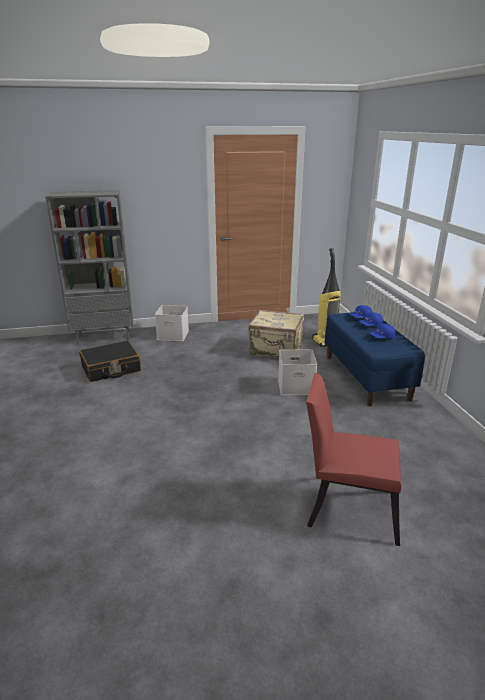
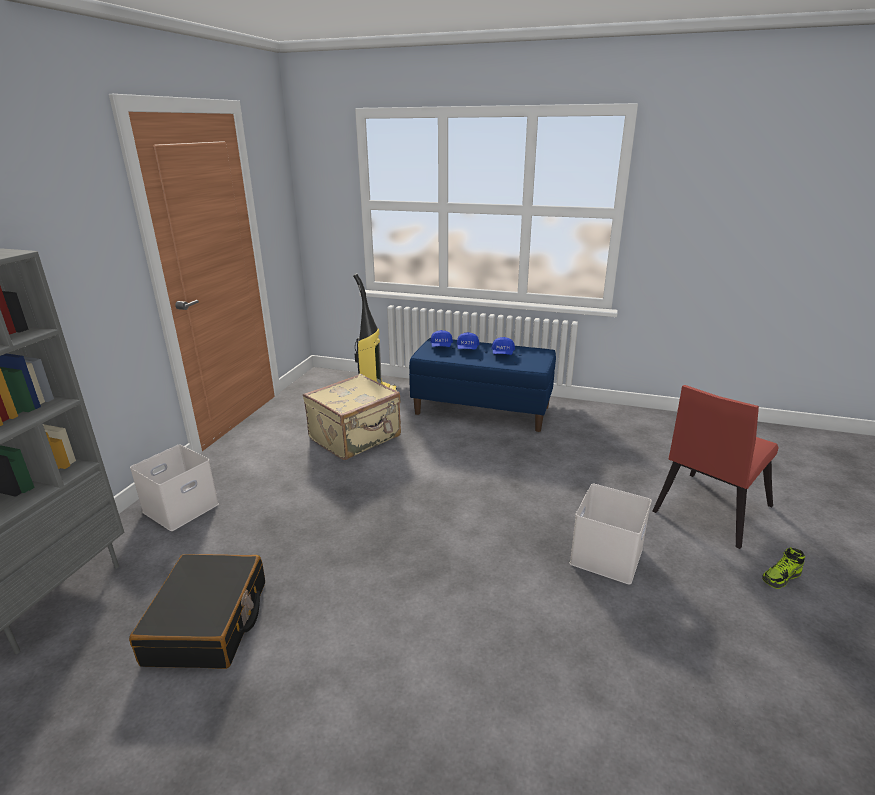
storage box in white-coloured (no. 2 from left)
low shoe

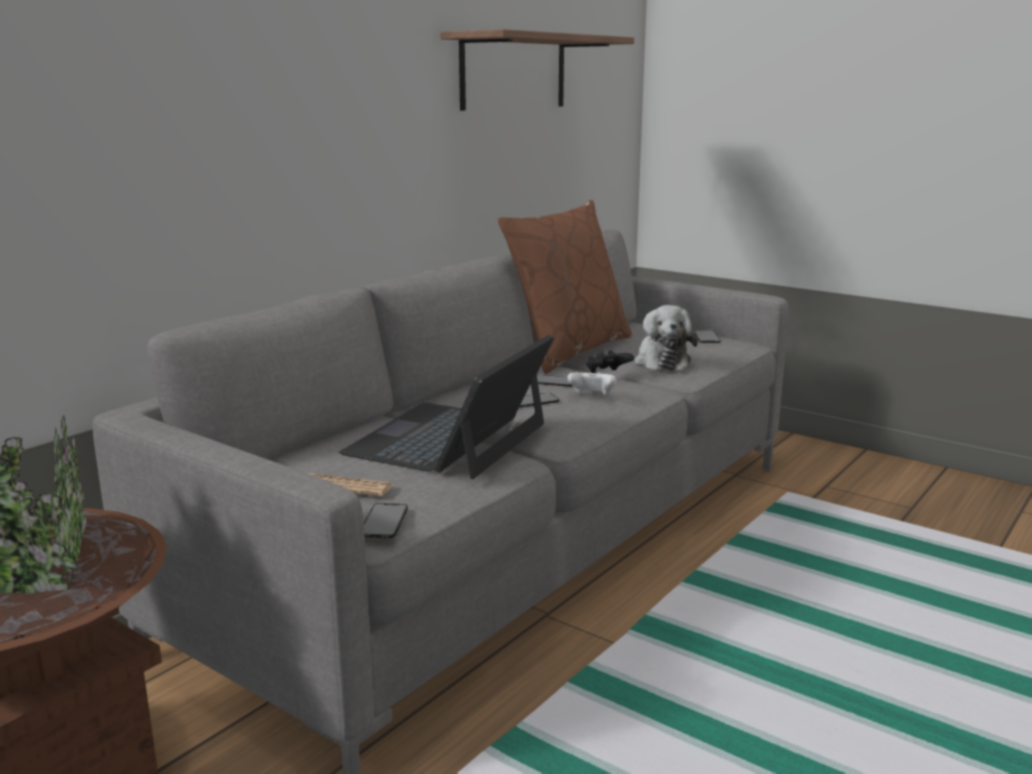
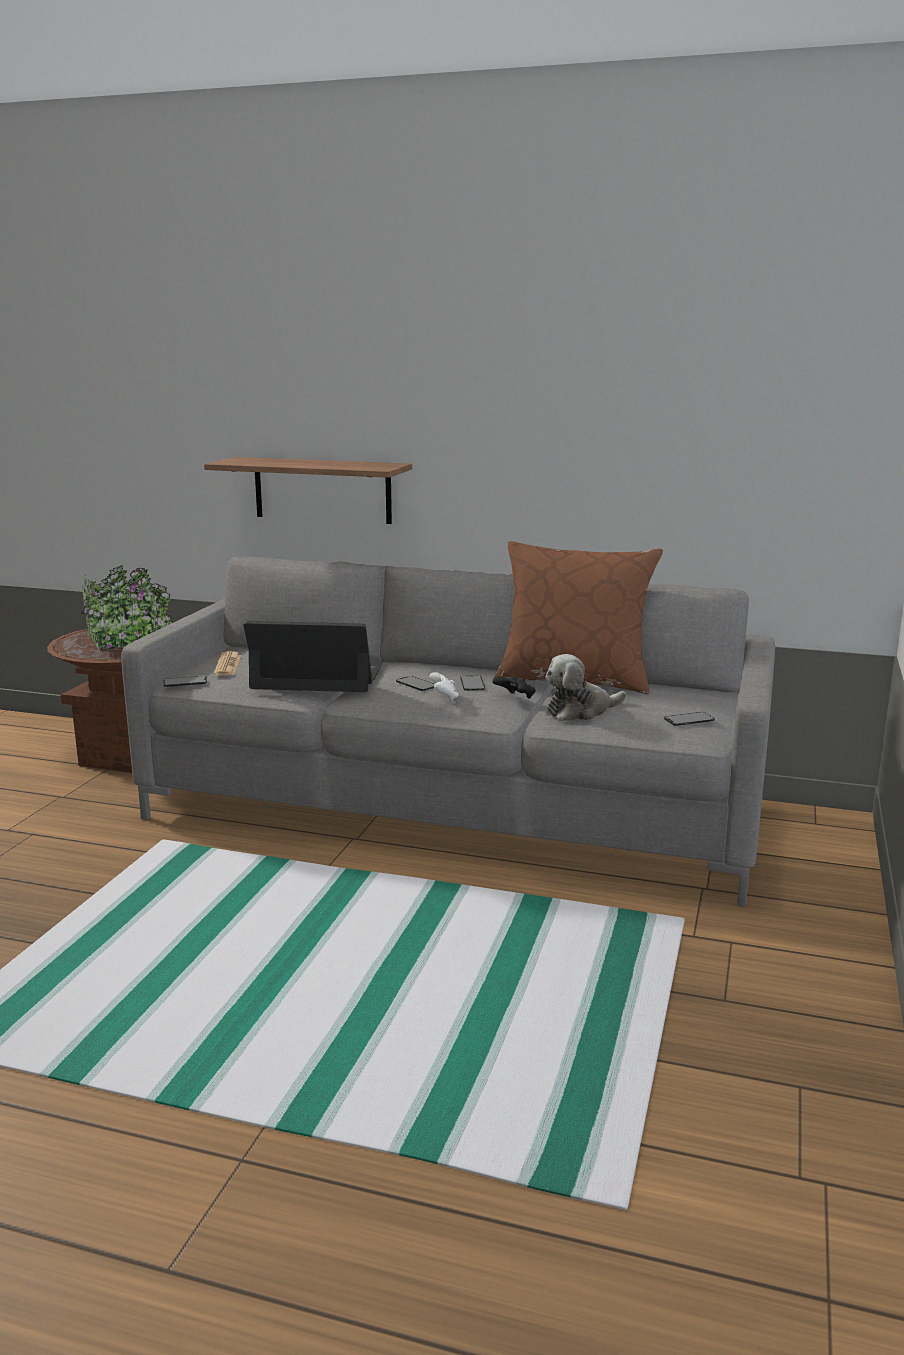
wall shelf

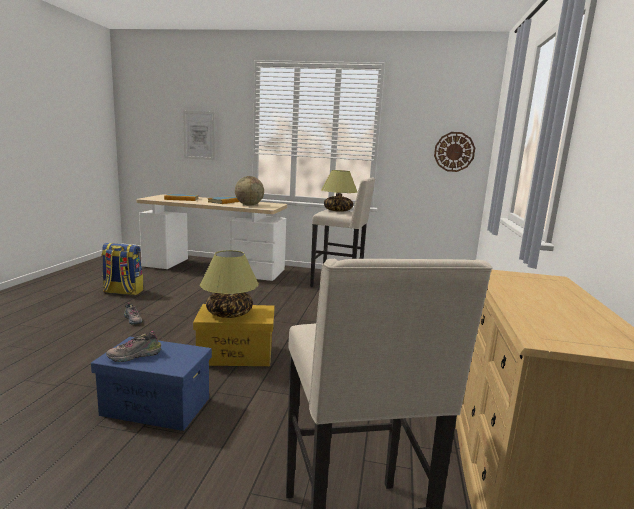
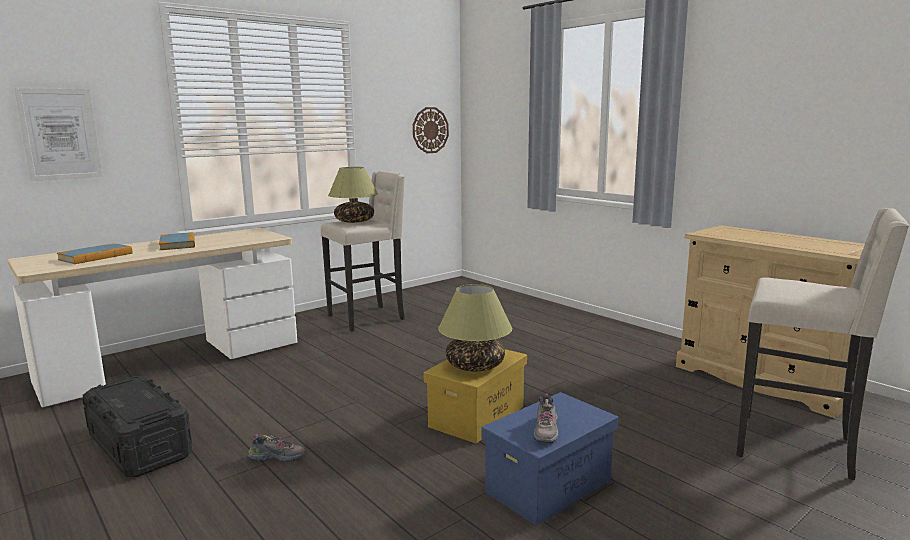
storage box in blackish
desk globe

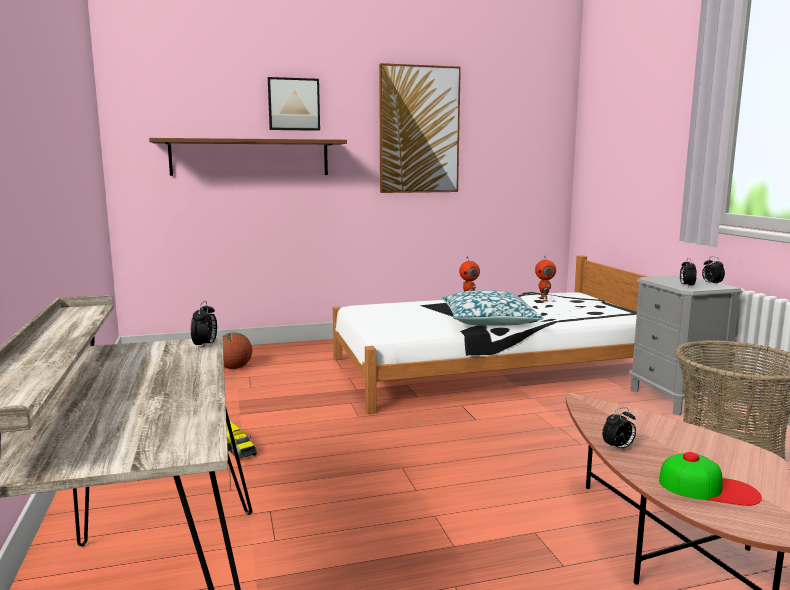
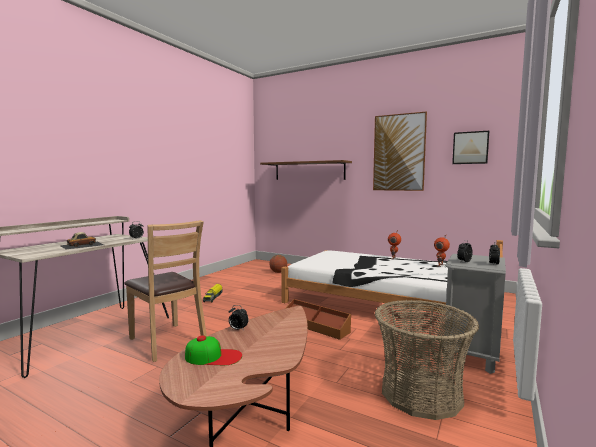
model car
upright chair in brownish
peaked cap
storage box in brownish
wall art (no. 2 from left)
cushion

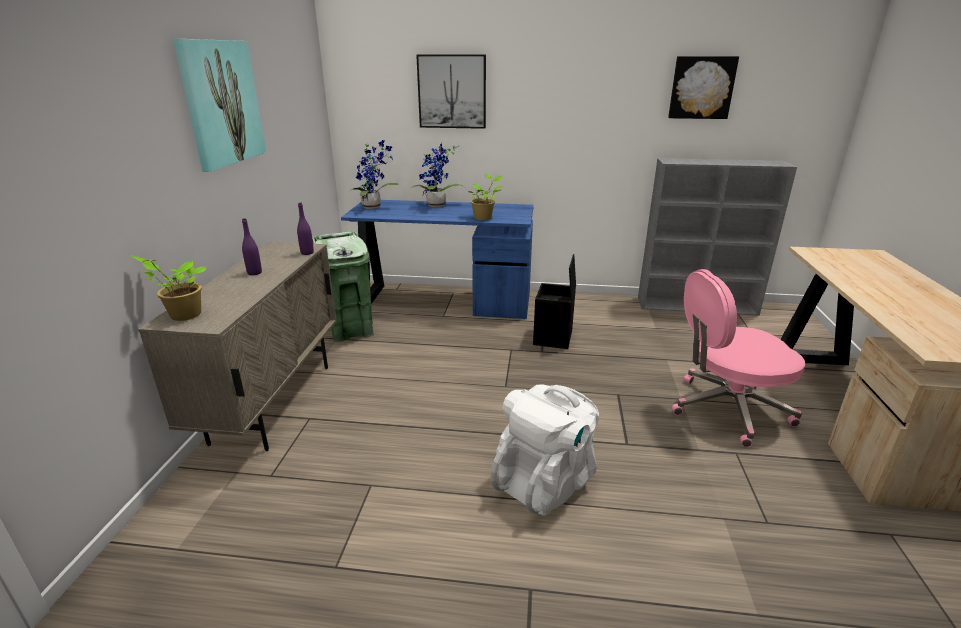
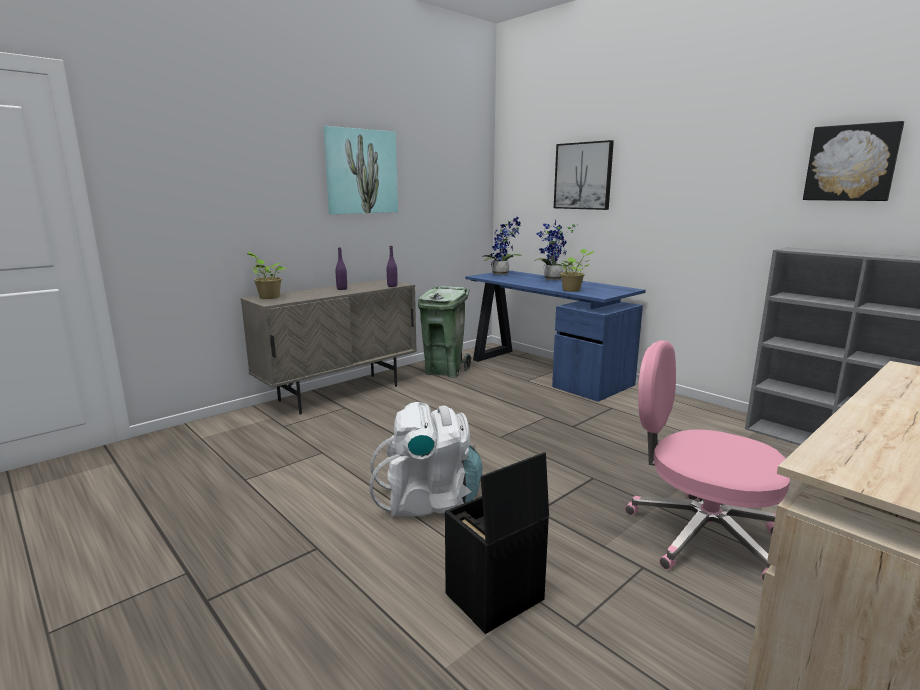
storage box in blackish

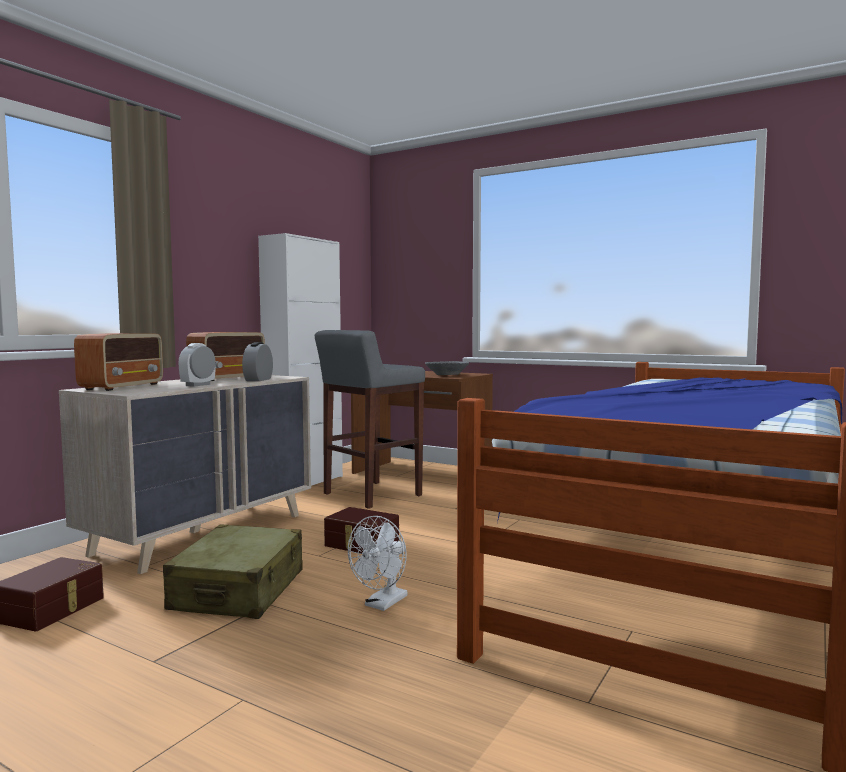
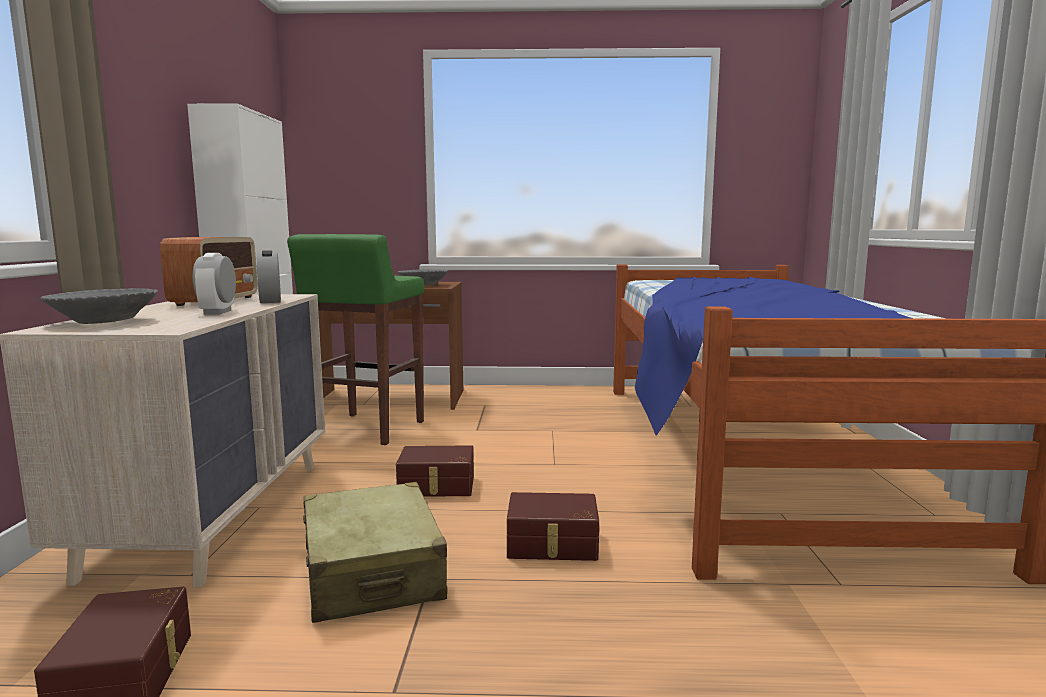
deep dish in gray (no. 1 from left)
stool in greenish
storage box in brownish (no. 3 from left)

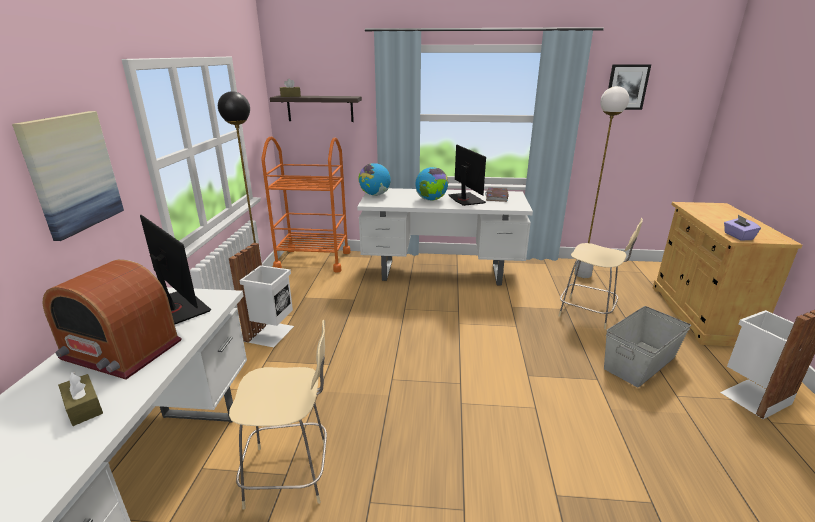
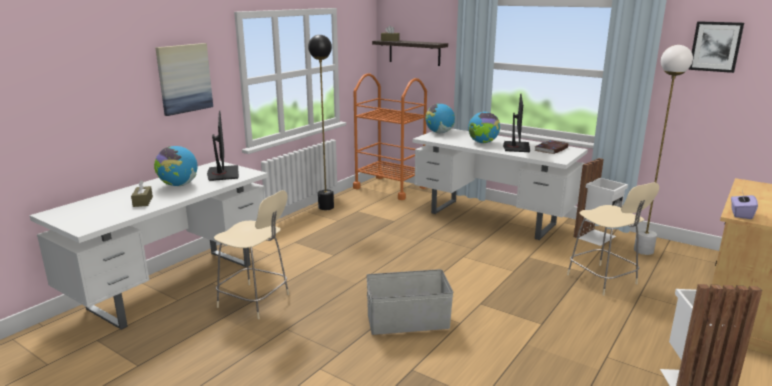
desk globe (no. 1 from left)
storage box in gray
waste bin in white-coloured (no. 1 from left)

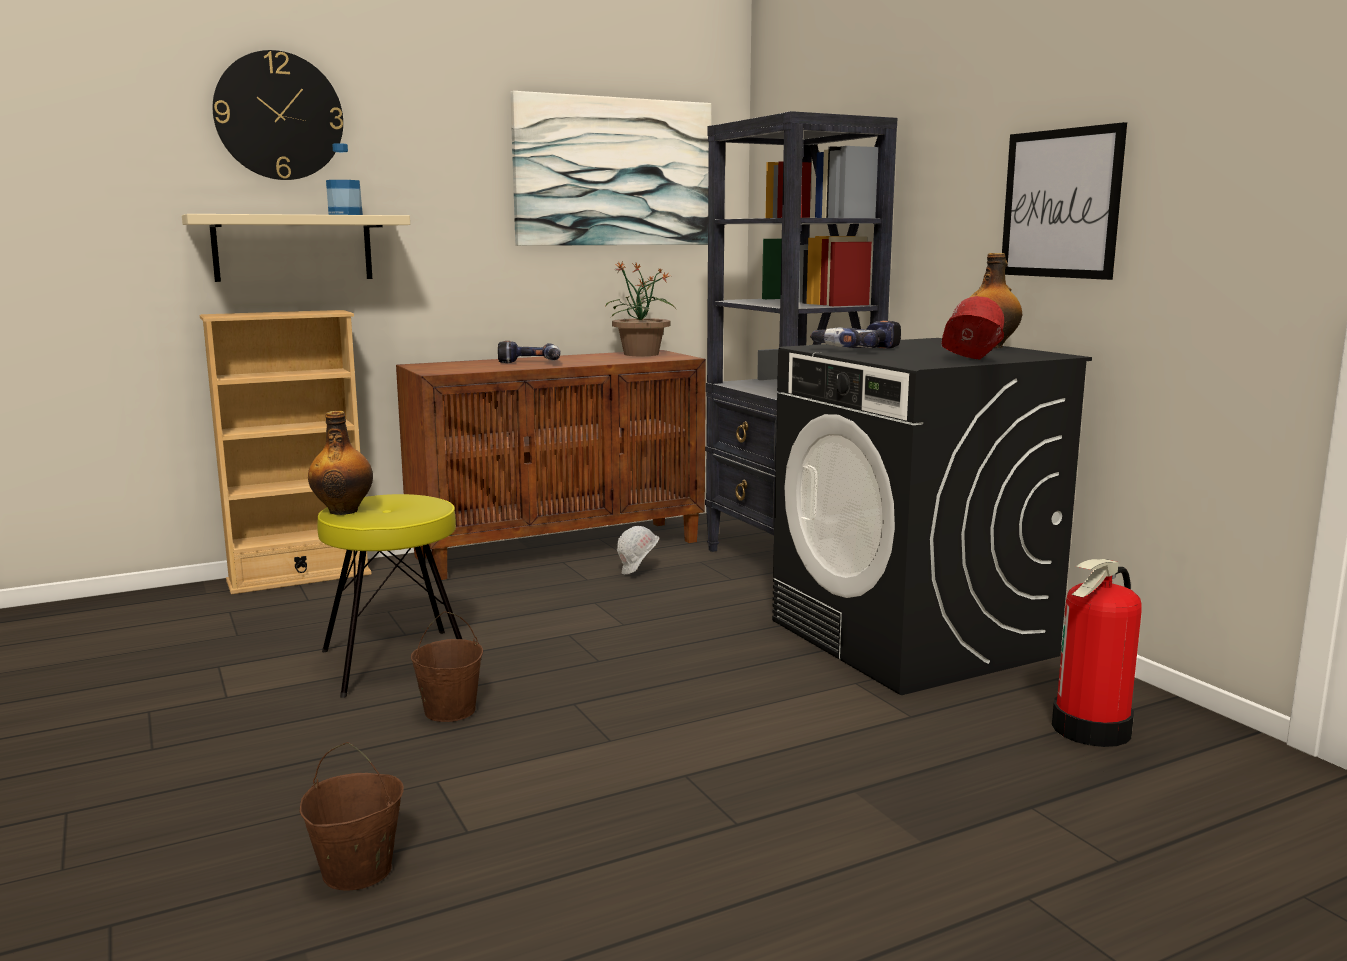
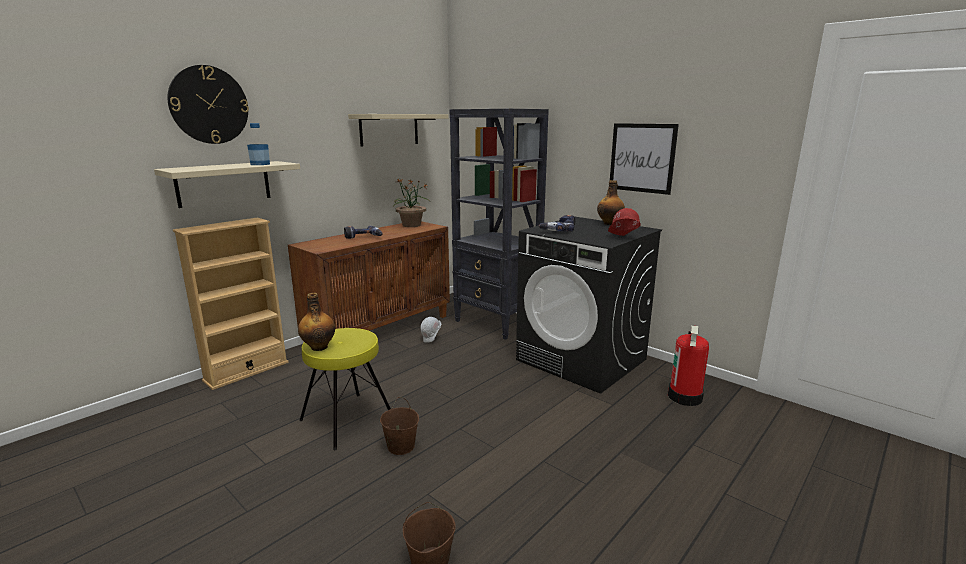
wall shelf in beige (no. 2 from left)

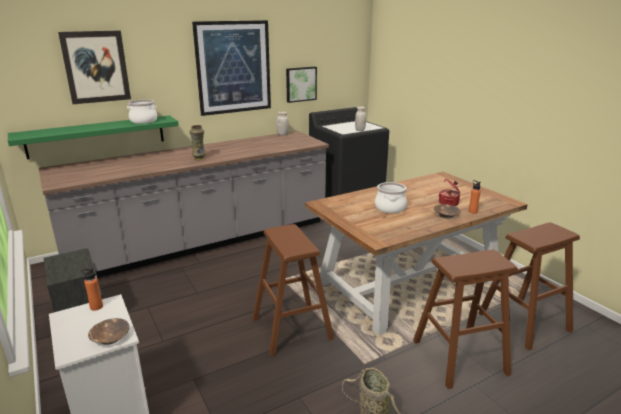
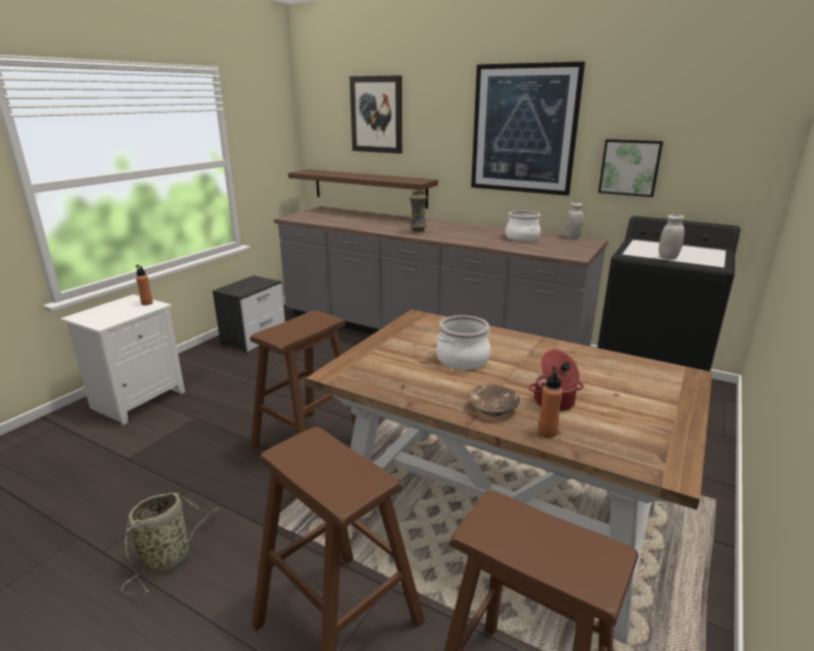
wall shelf in brownish
cooking pot (no. 2 from left)
deep dish in brownish (no. 1 from left in the first image)

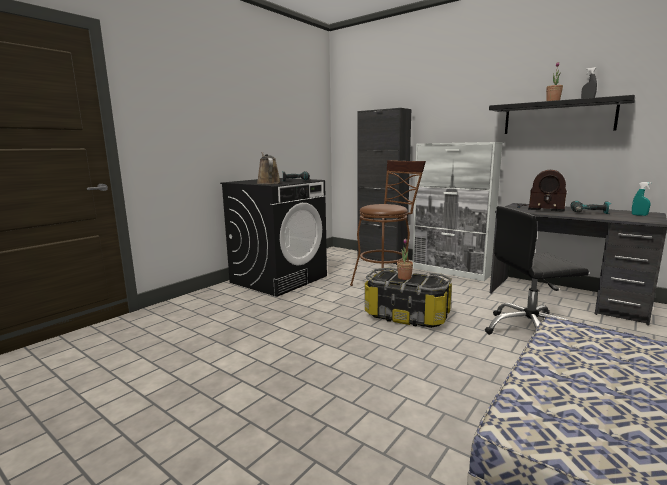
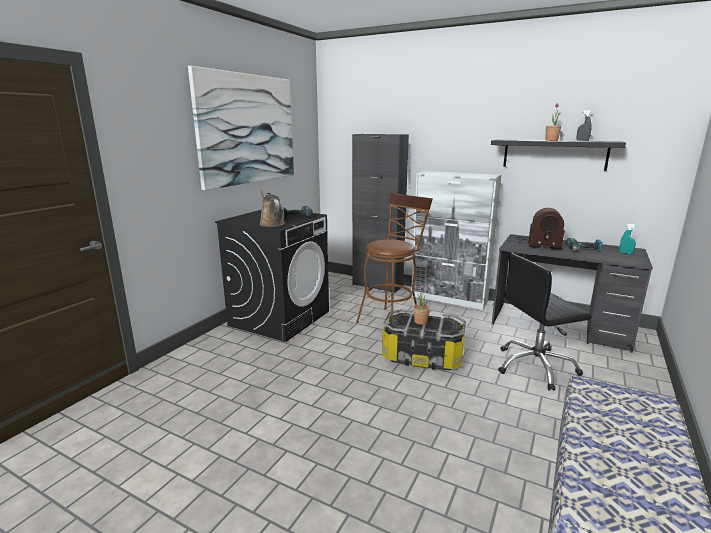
wall art

